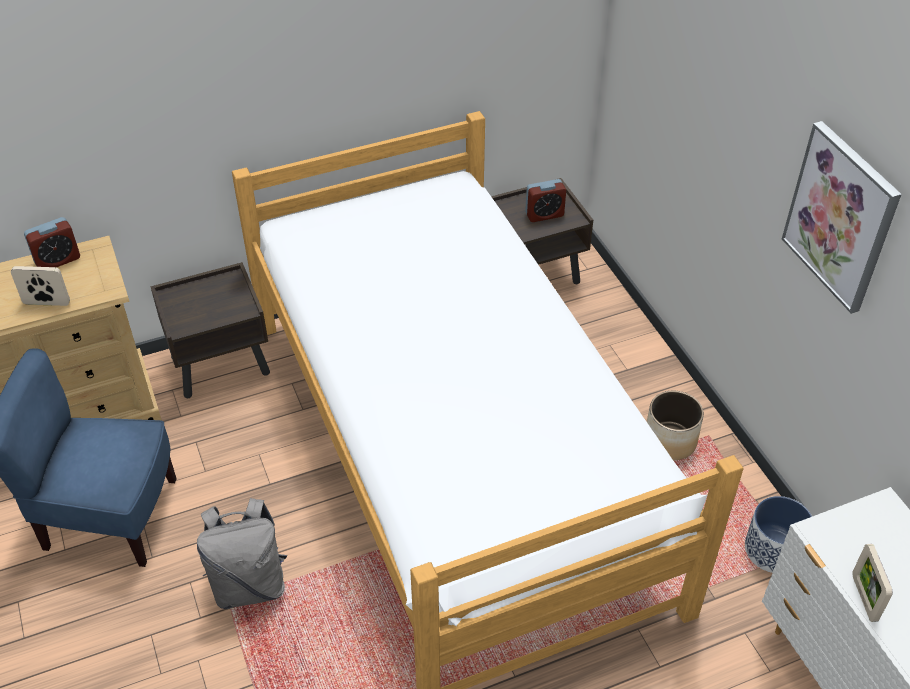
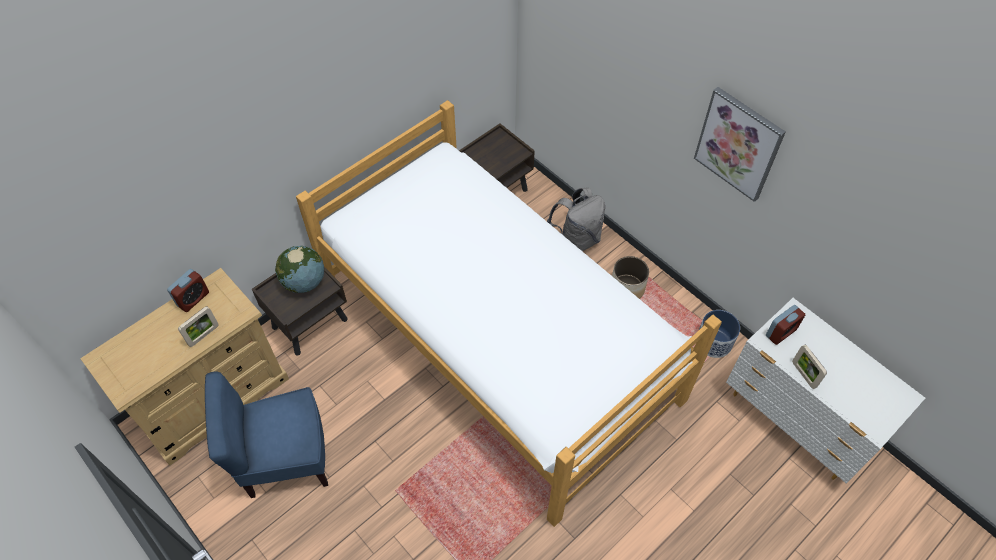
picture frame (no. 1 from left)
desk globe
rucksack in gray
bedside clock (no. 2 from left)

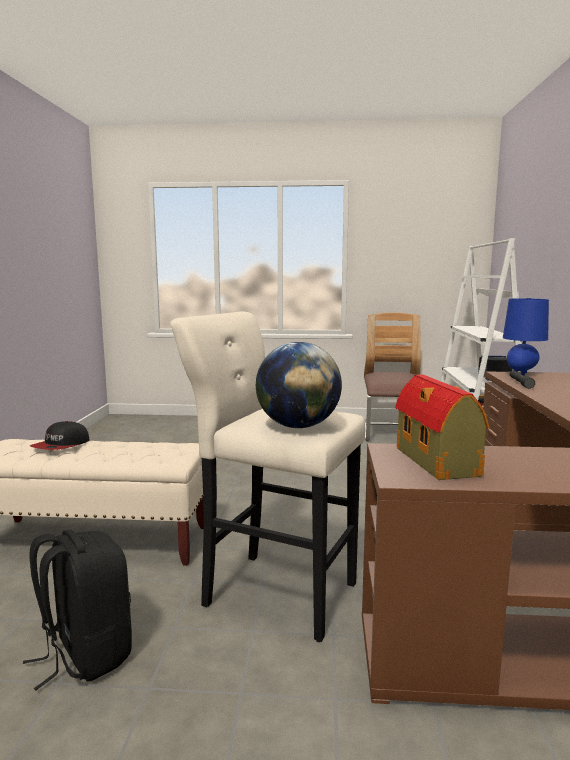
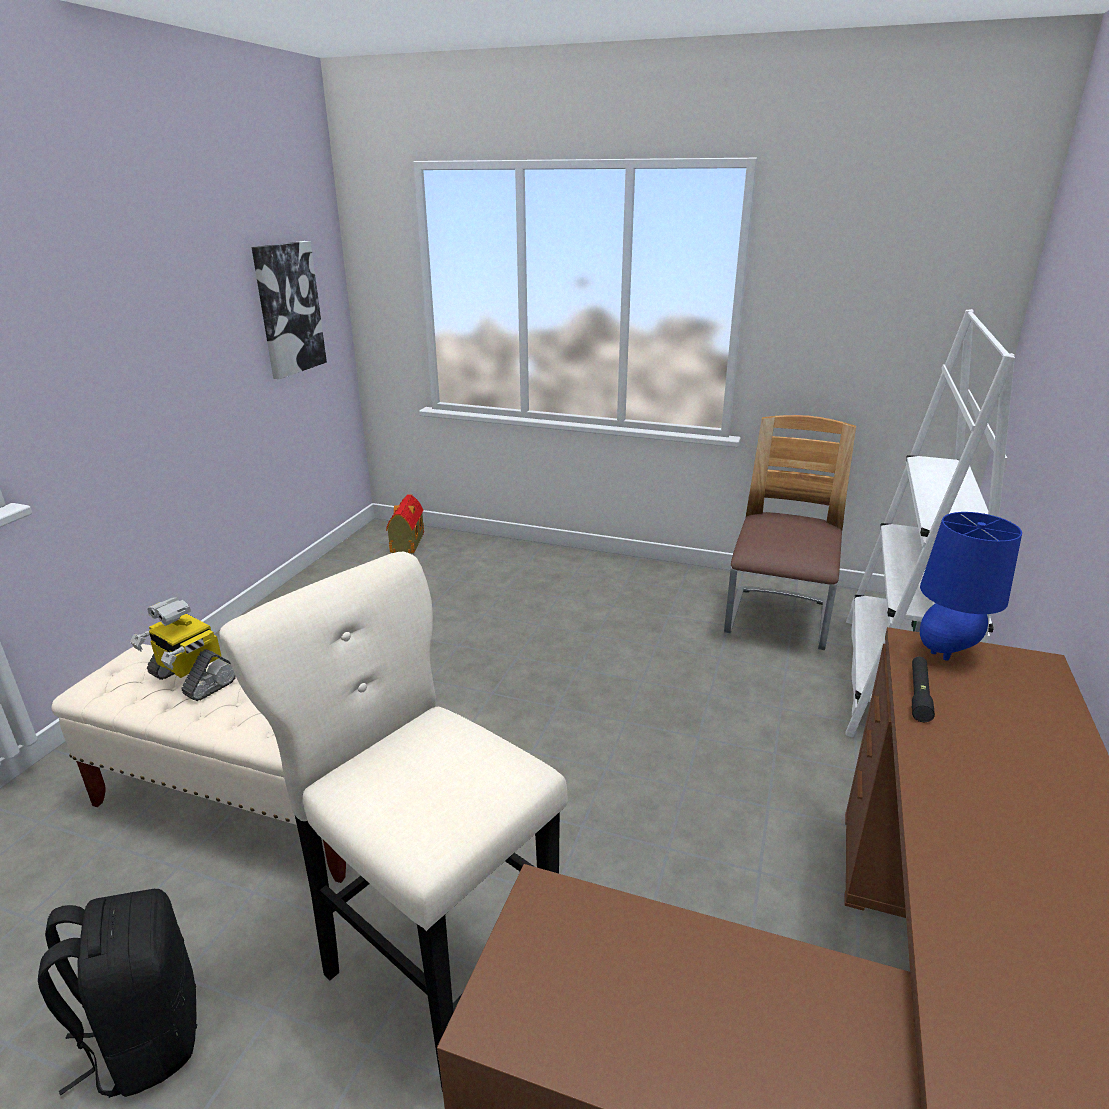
model robot
wall art
model house
desk globe

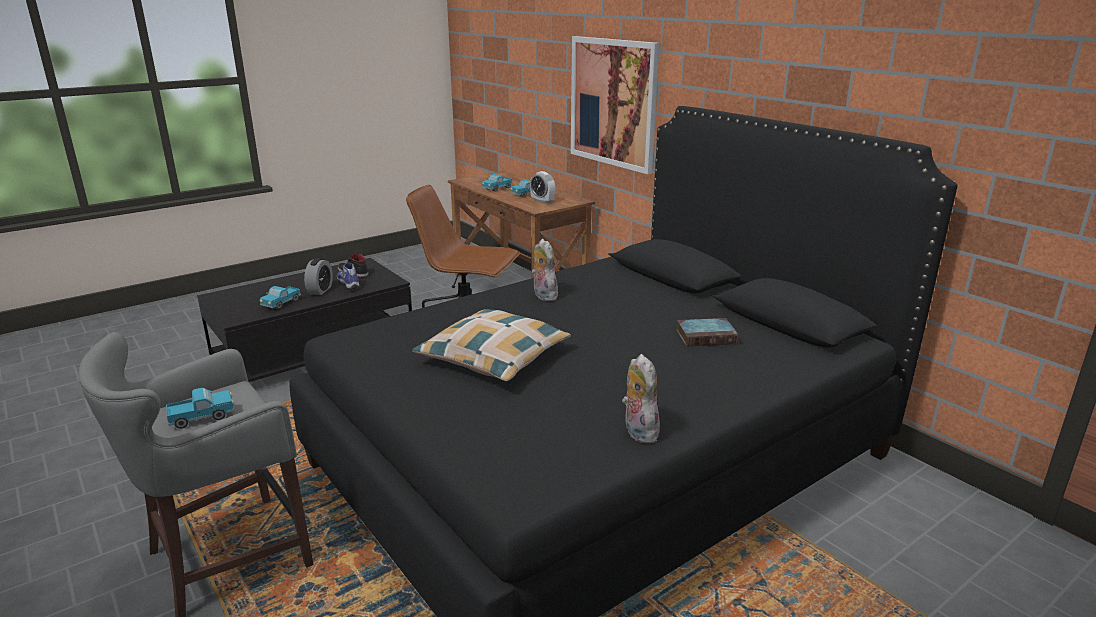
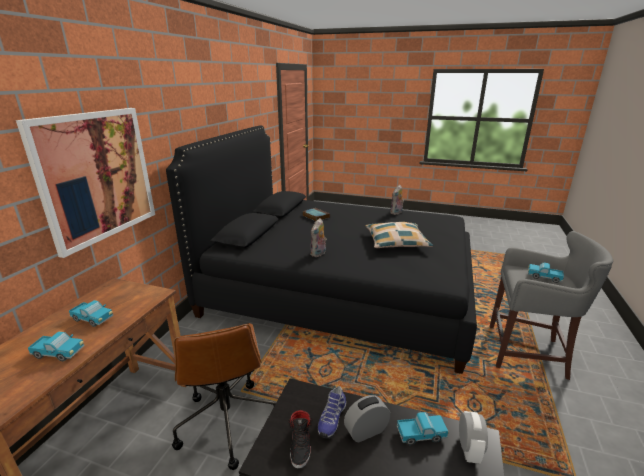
bedside clock (no. 2 from left)

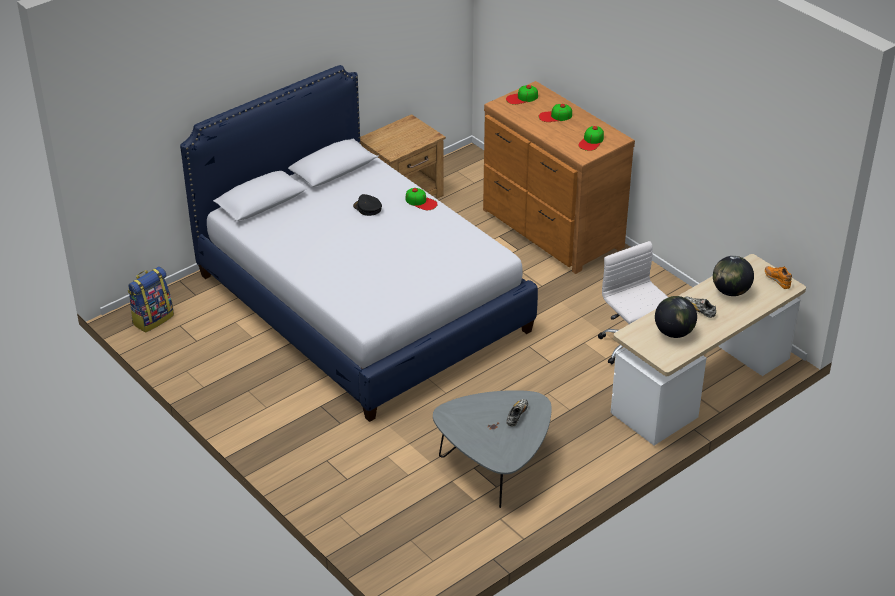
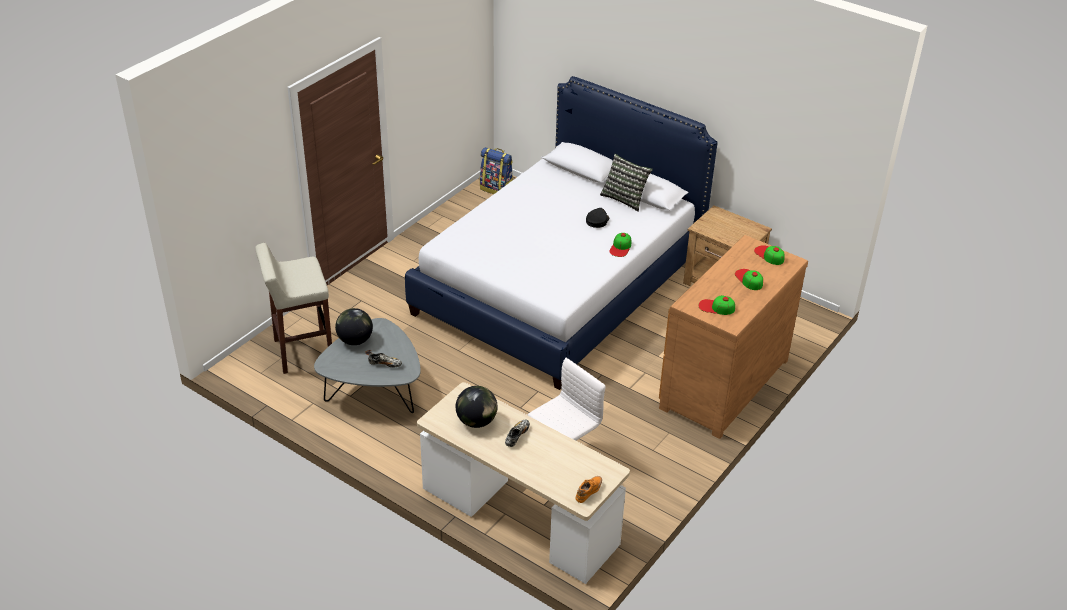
stool in beige
desk globe (no. 1 from left)
cushion

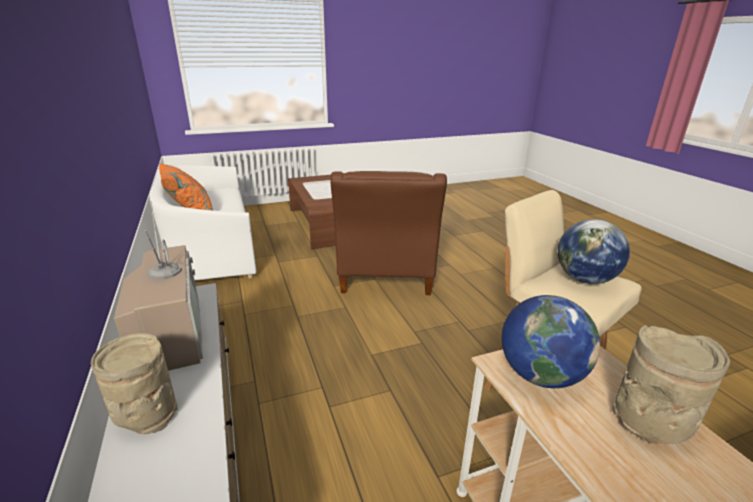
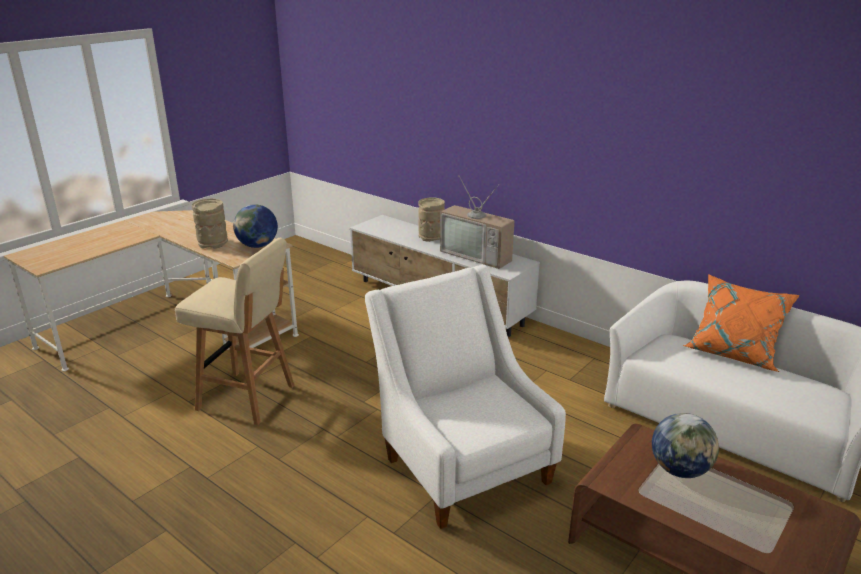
lounge chair in white-coloured
desk globe (no. 2 from left)

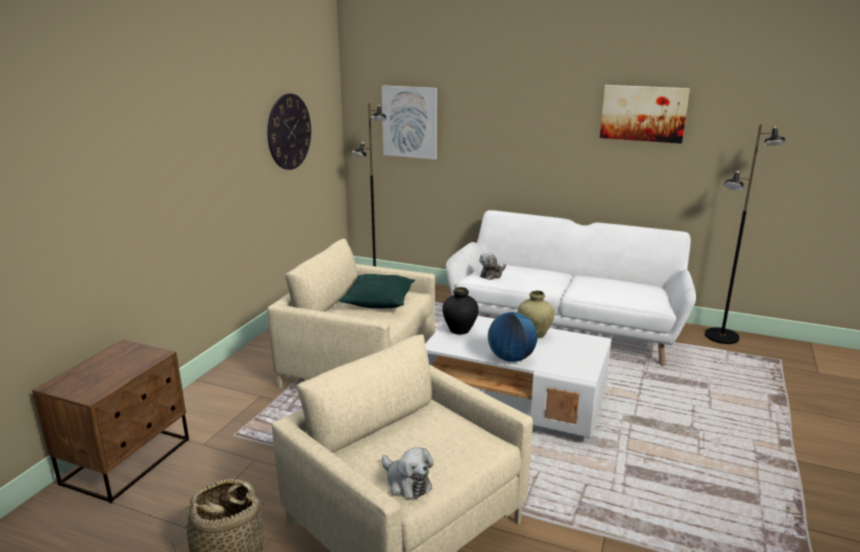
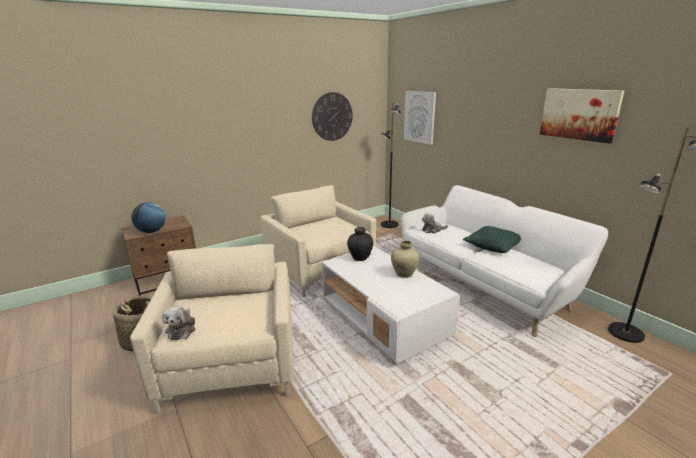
desk globe
cushion in greenish

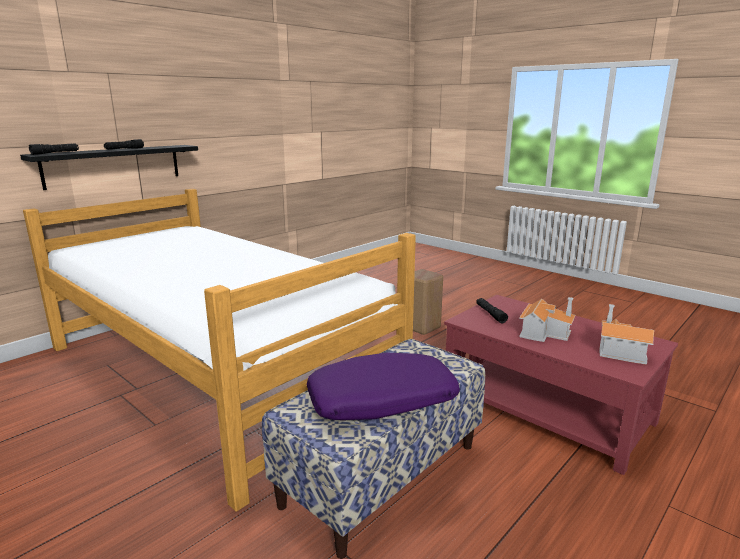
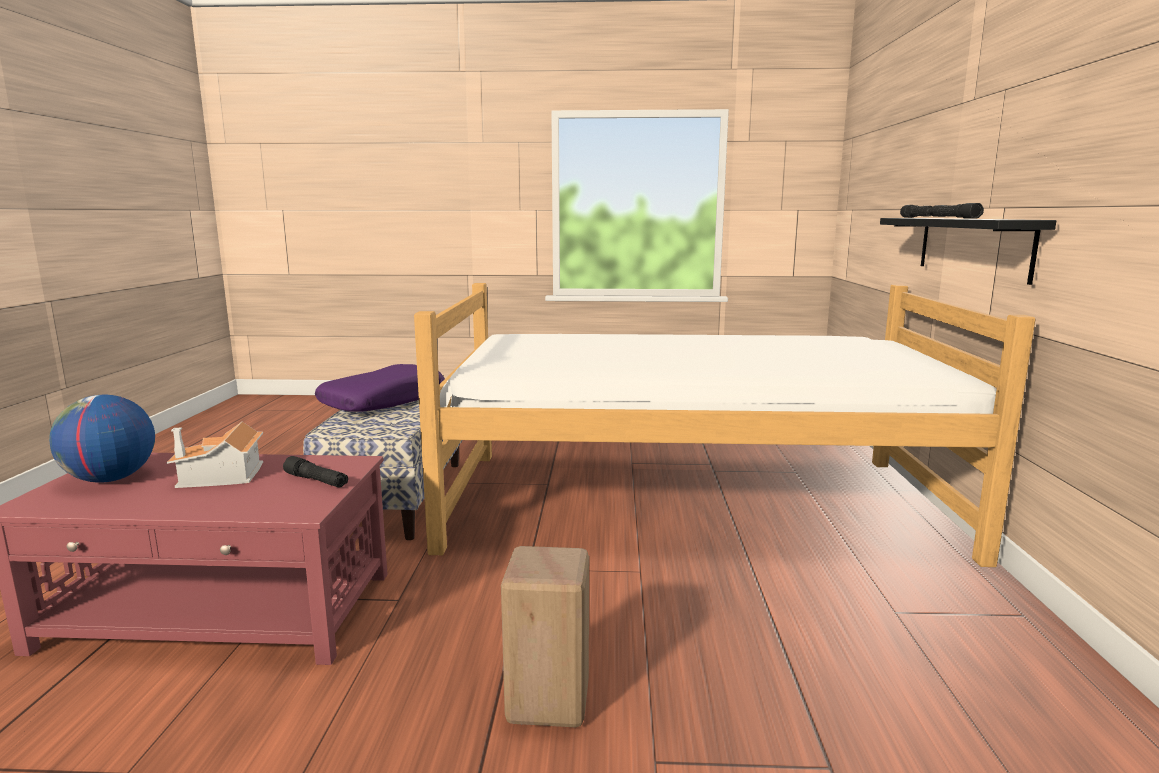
desk globe

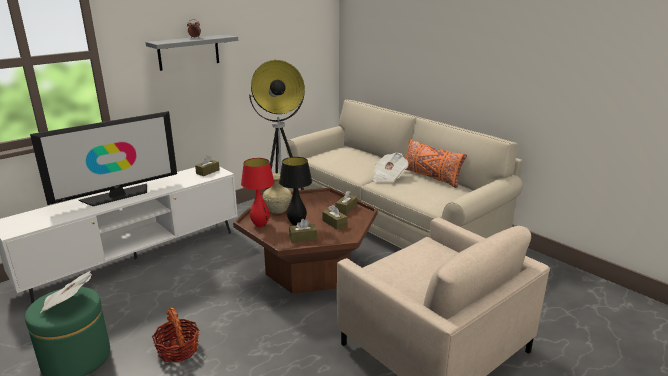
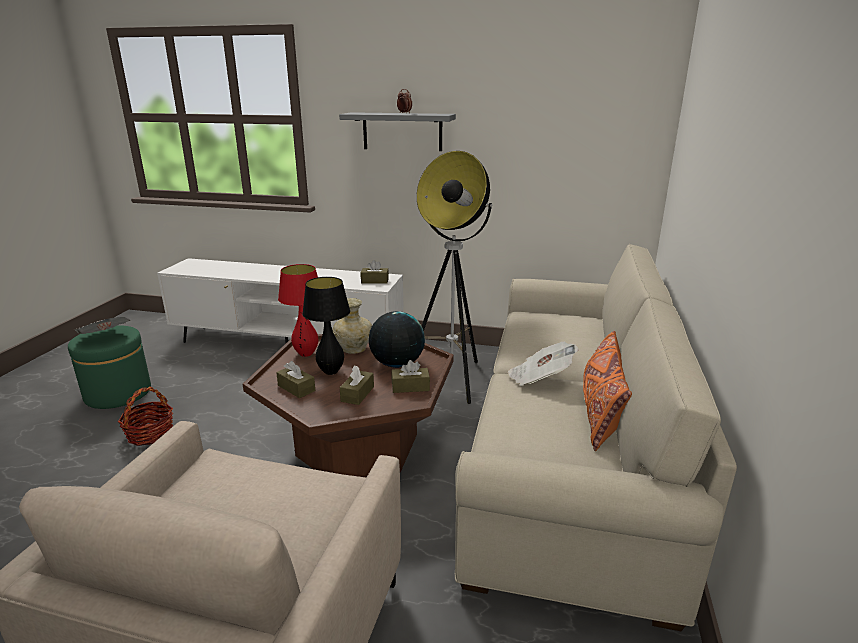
desk globe
TV

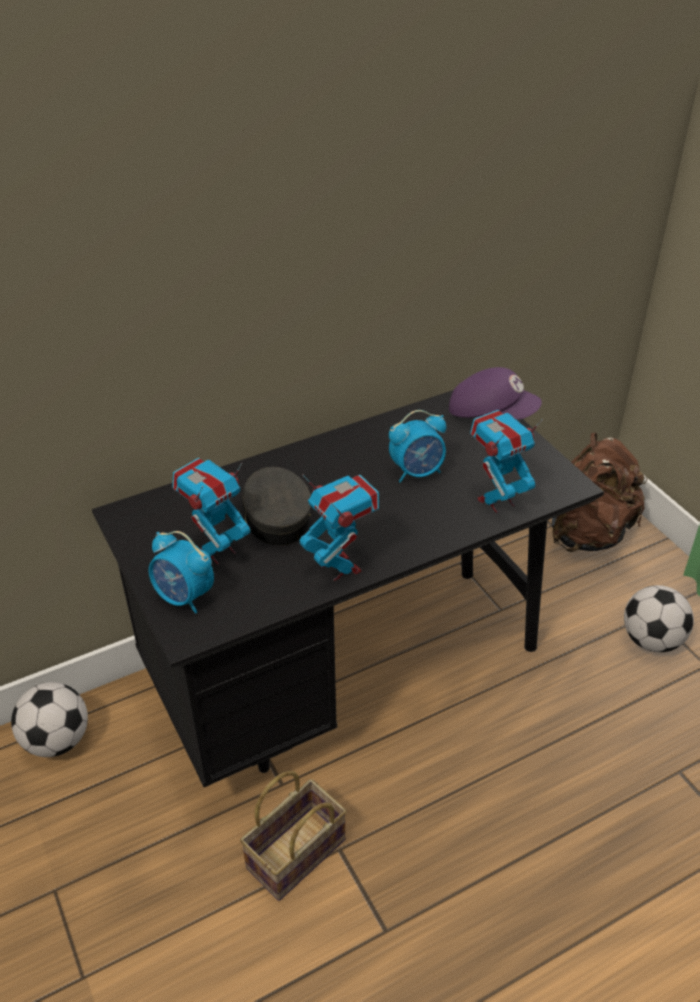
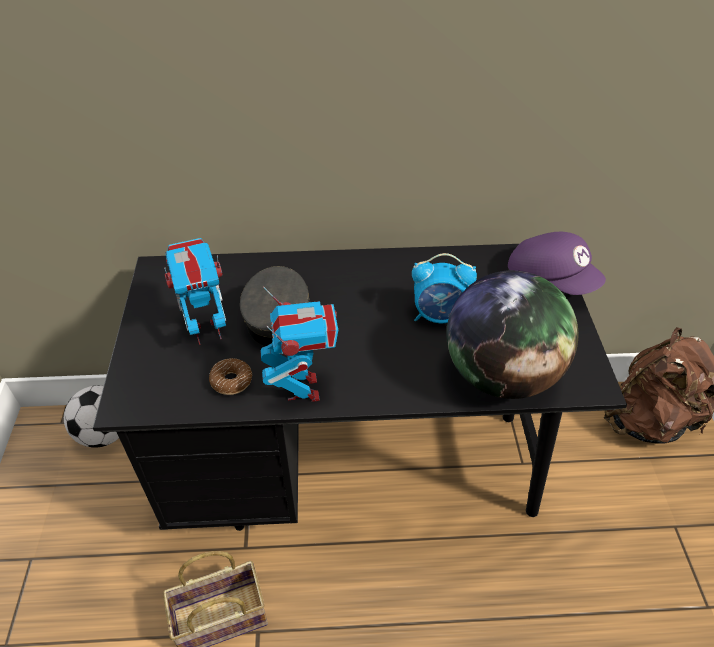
donut
desk globe
bedside clock (no. 1 from left in the first image)
football (no. 2 from left in the first image)

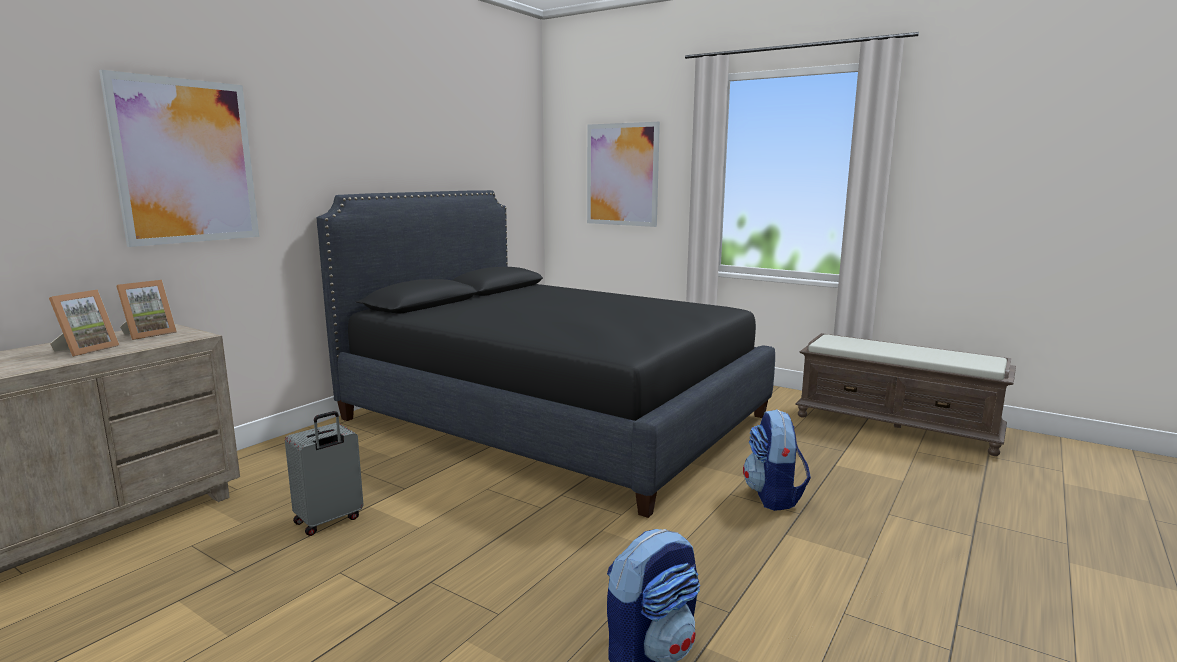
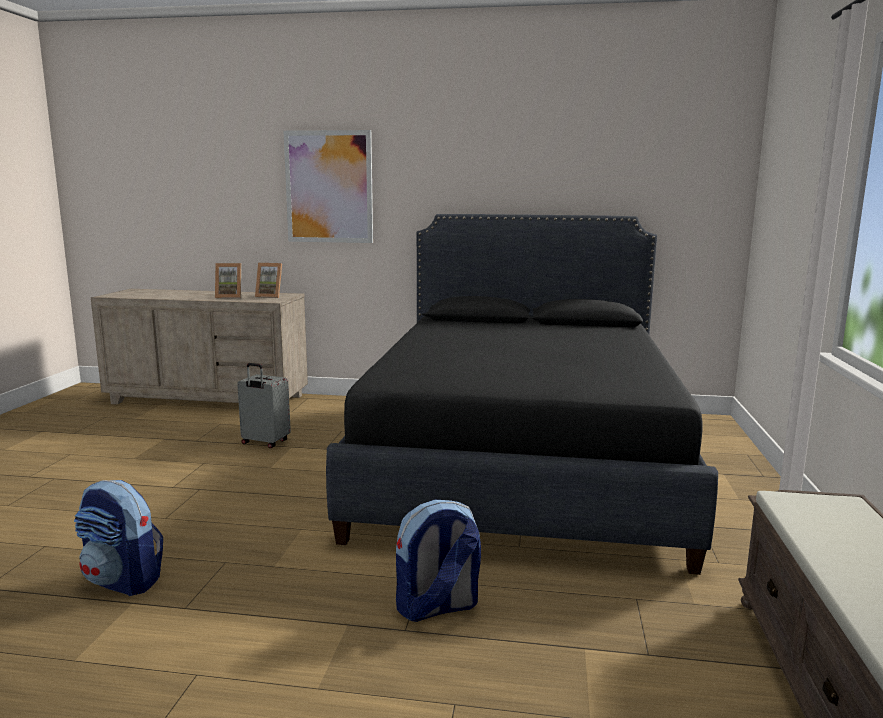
wall art (no. 2 from left in the first image)

